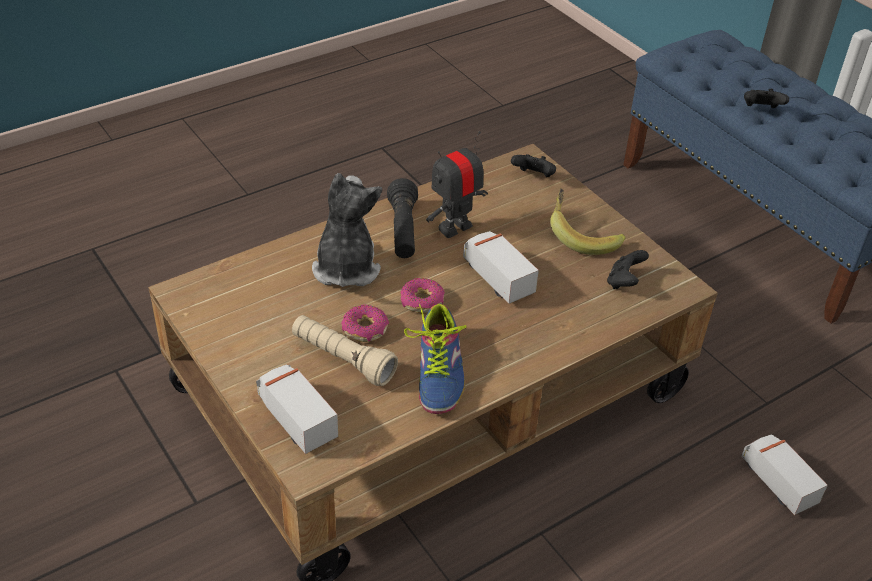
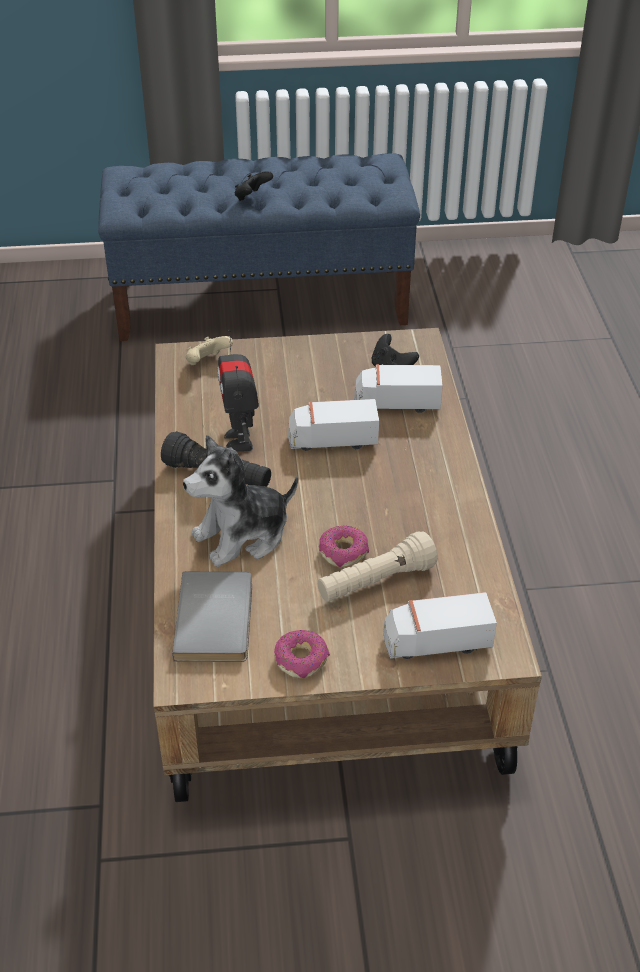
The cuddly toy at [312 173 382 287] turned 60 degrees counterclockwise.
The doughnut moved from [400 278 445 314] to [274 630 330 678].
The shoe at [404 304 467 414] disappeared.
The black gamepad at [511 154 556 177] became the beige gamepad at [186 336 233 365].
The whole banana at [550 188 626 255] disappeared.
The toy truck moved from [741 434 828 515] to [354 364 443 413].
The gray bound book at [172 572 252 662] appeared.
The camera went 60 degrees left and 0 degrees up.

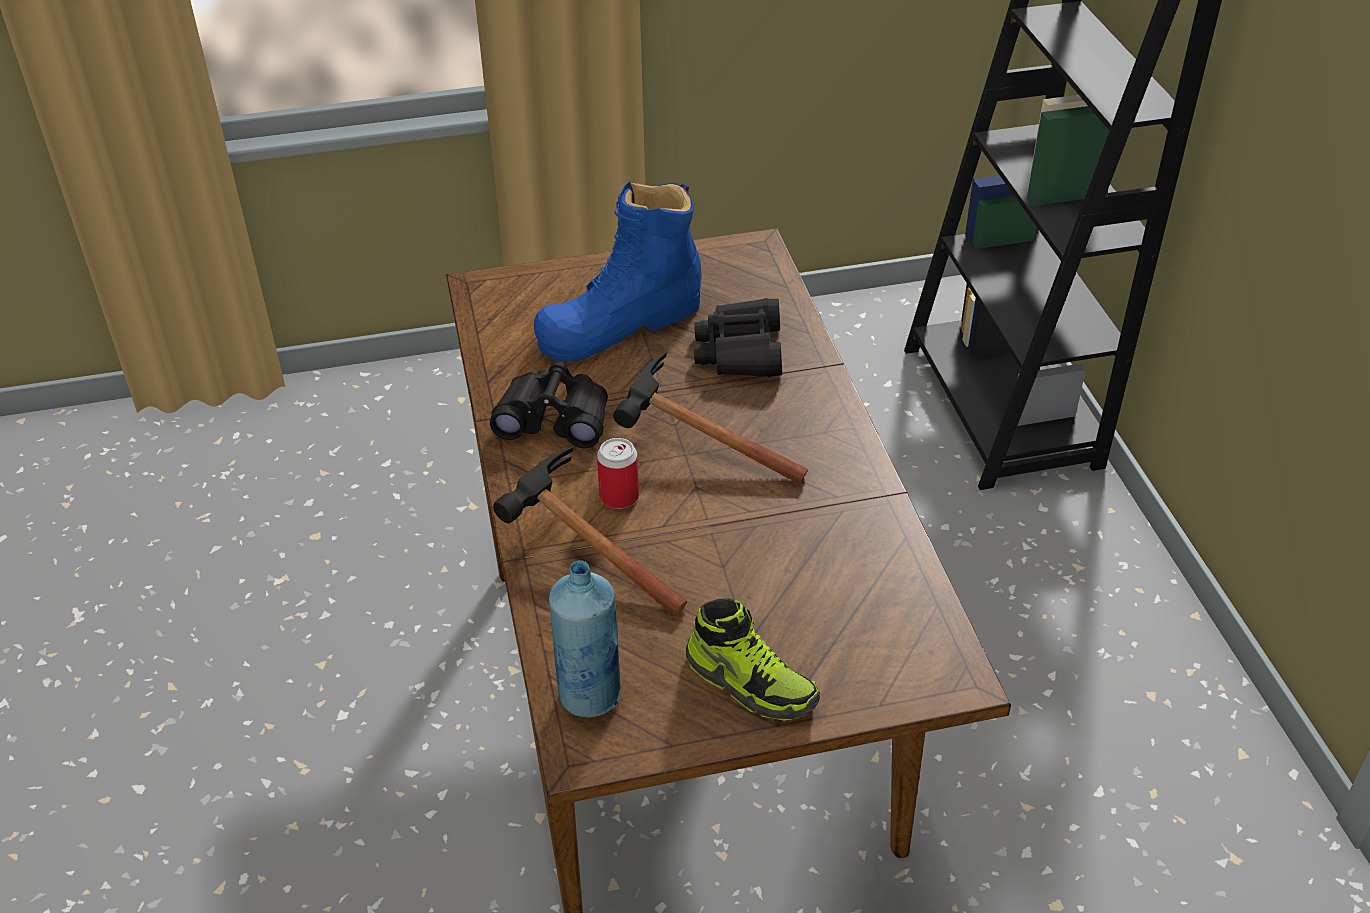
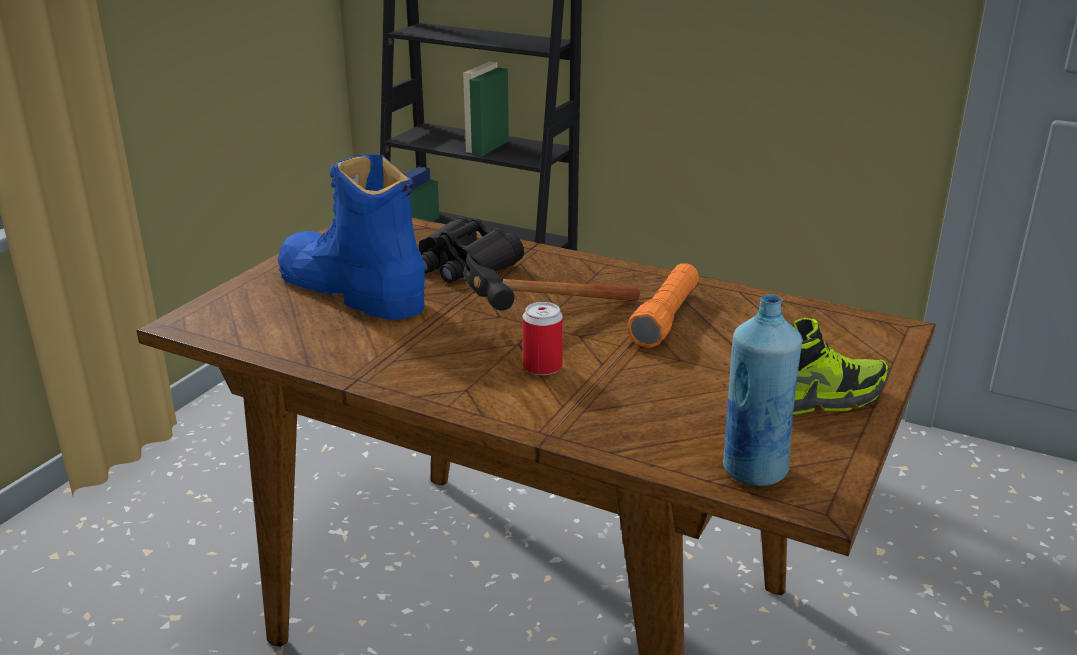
The black field glasses at [490 362 608 448] disappeared.
The tool hammer at [493 447 687 616] disappeared.
The blue boot at [534 181 702 362] turned 120 degrees clockwise.
The orange flashlight at [627 263 699 348] appeared.
The camera went 50 degrees left and 15 degrees down.

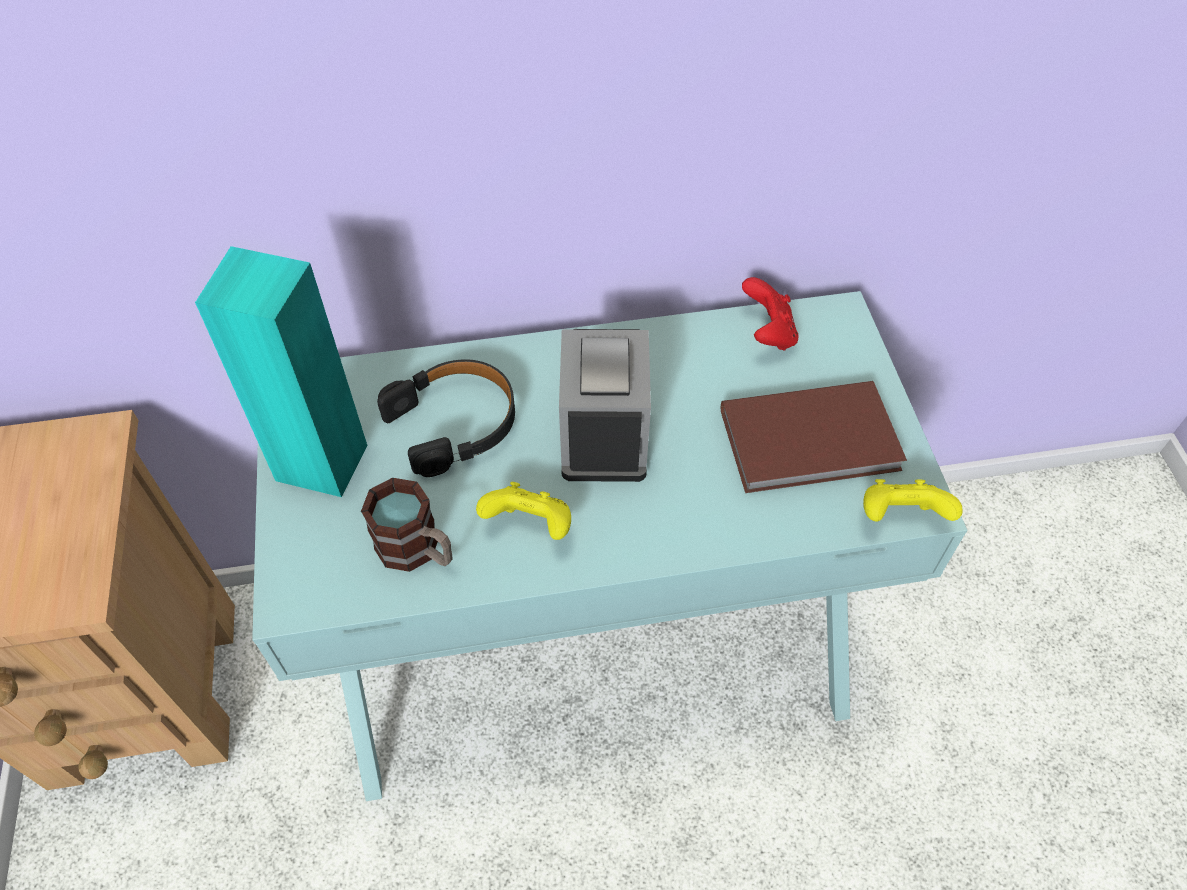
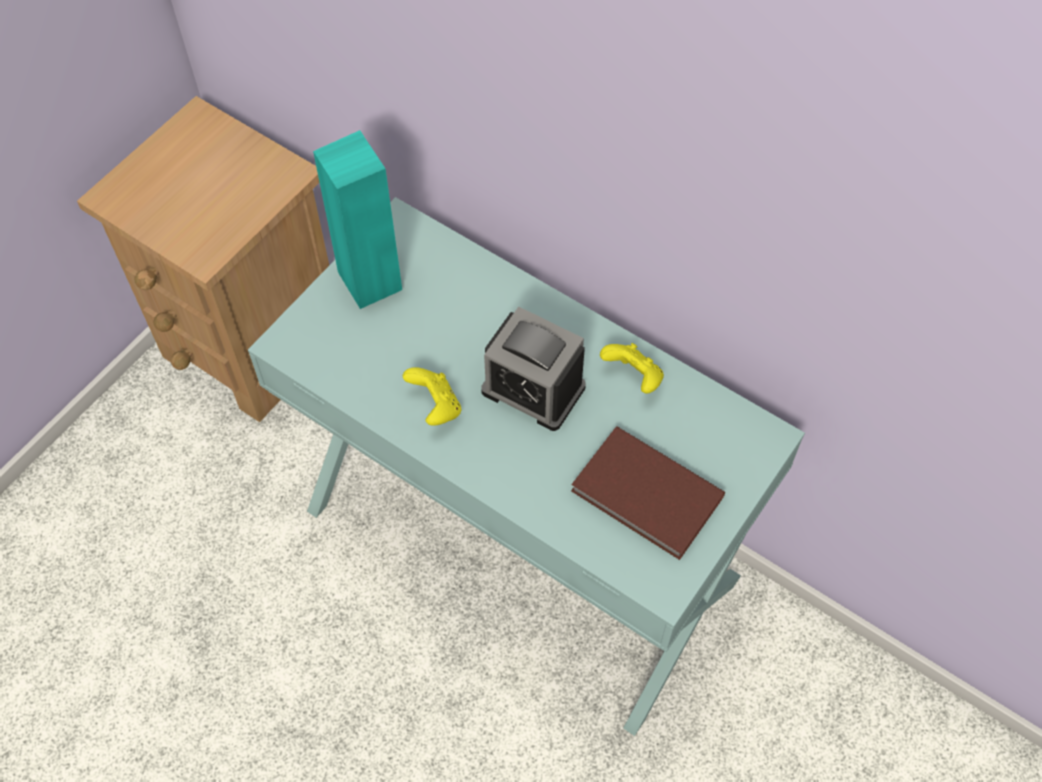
The mug at [361 478 453 572] disappeared.
The black headset at [377 360 515 477] disappeared.
The bedside clock at [559 329 651 482] turned 105 degrees counterclockwise.
The red-coloured gamepad at [742 277 798 351] disappeared.
The yellow gamepad moved from [863 479 963 522] to [600 343 664 394].
The camera went 45 degrees right and 5 degrees up.

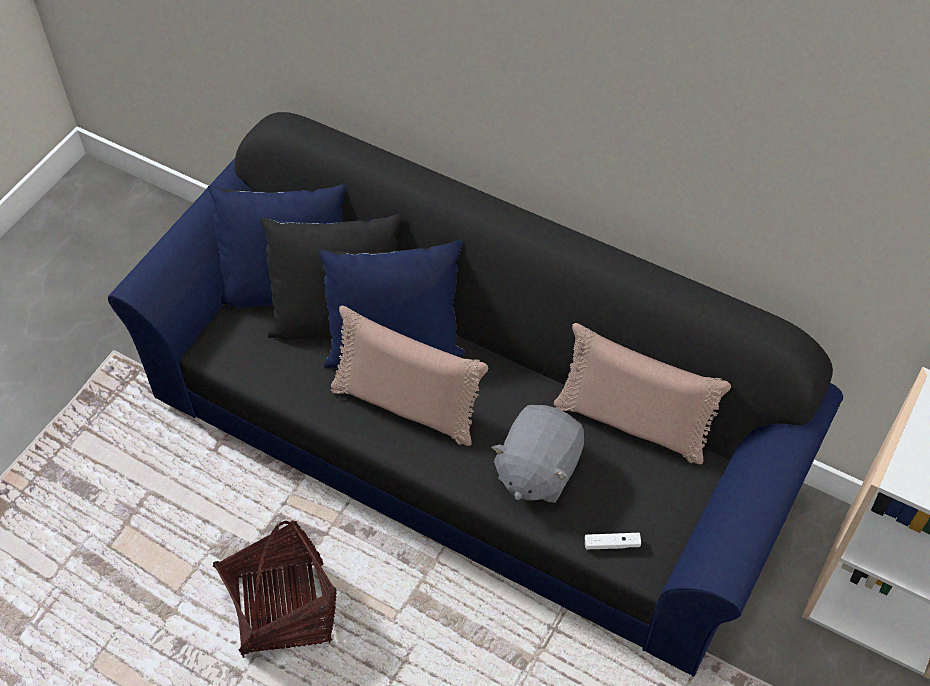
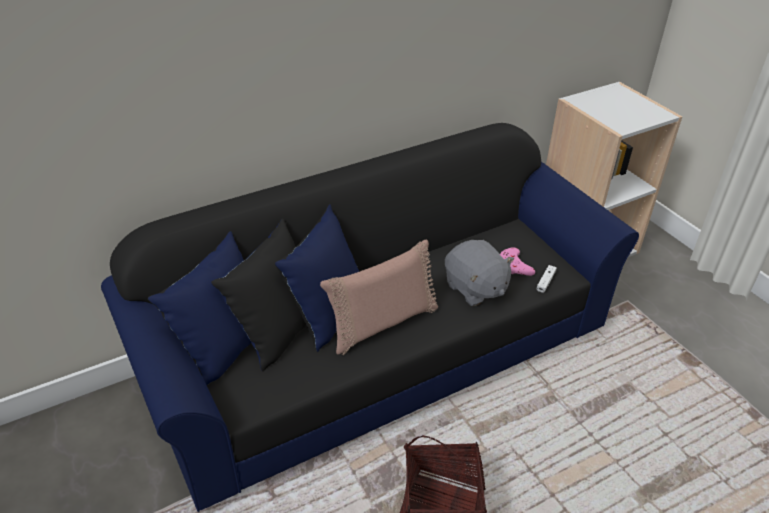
The beige cushion at [554 323 731 464] disappeared.
The pinkish gamepad at [500 247 535 276] appeared.
The camera went 60 degrees left and 15 degrees down.

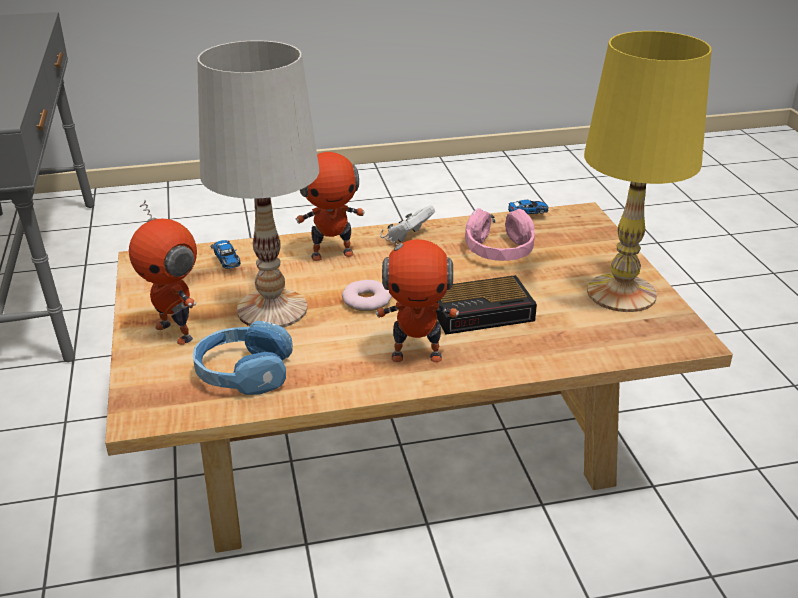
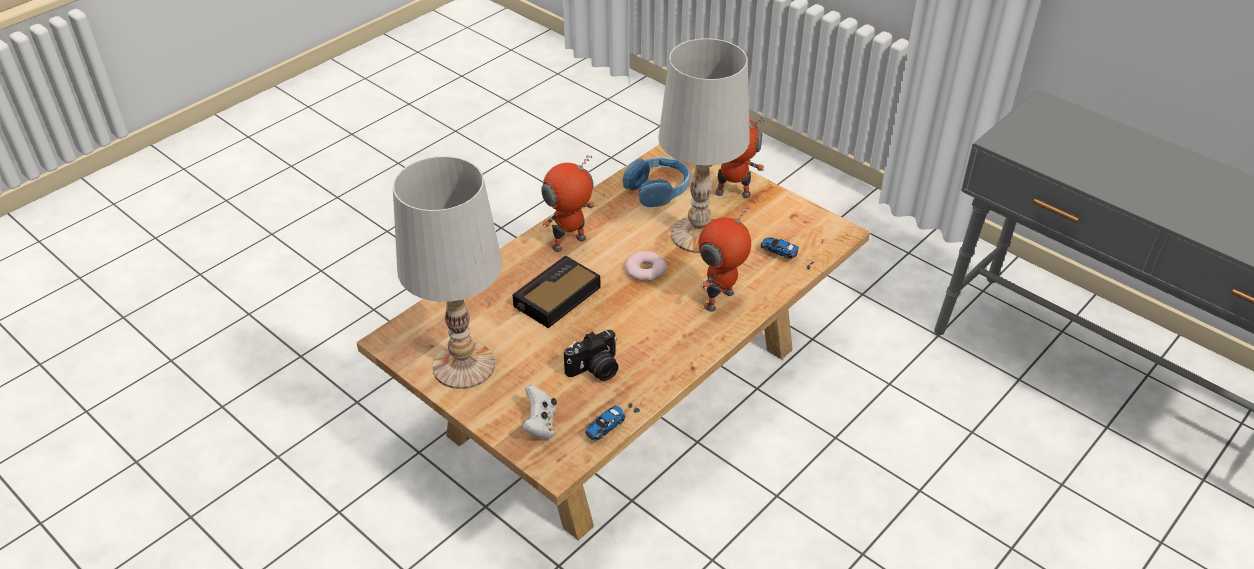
The whitish gamepad moved from [387 205 435 242] to [521 385 557 439].
The pinkish headset at [465 208 535 261] was replaced by the still camera at [564 330 618 381].
The yellow table lamp at [584 31 712 312] became the whitish table lamp at [393 156 502 389].
The camera went 145 degrees right and 10 degrees up.

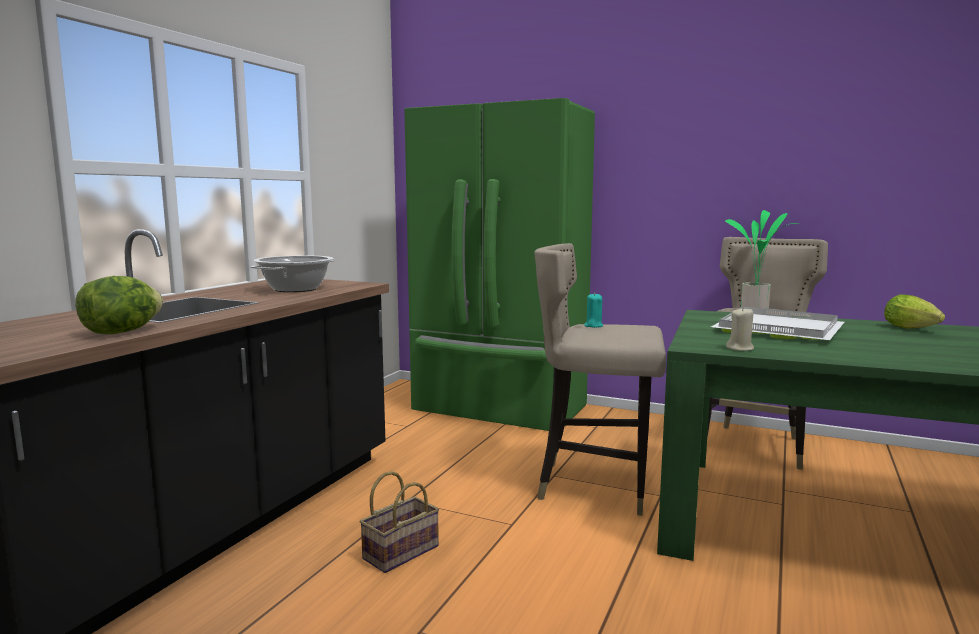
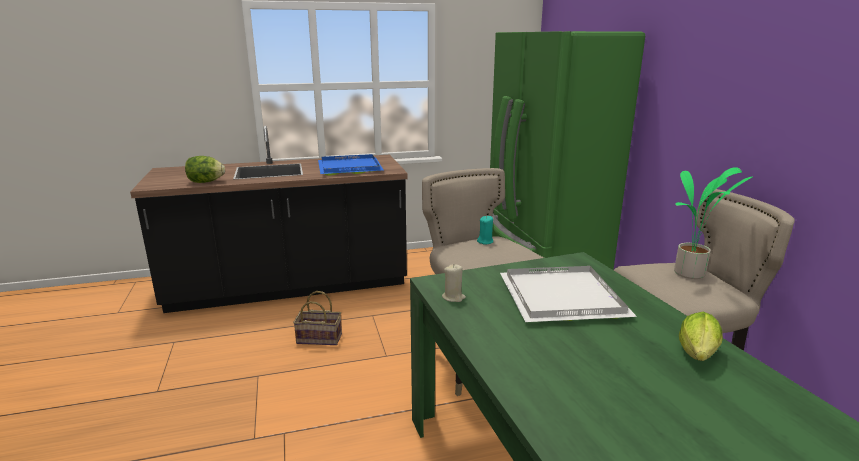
The saucepot at [251 255 334 292] was replaced by the blue serving tray at [318 154 384 176].
The camera went 50 degrees right and 10 degrees up.

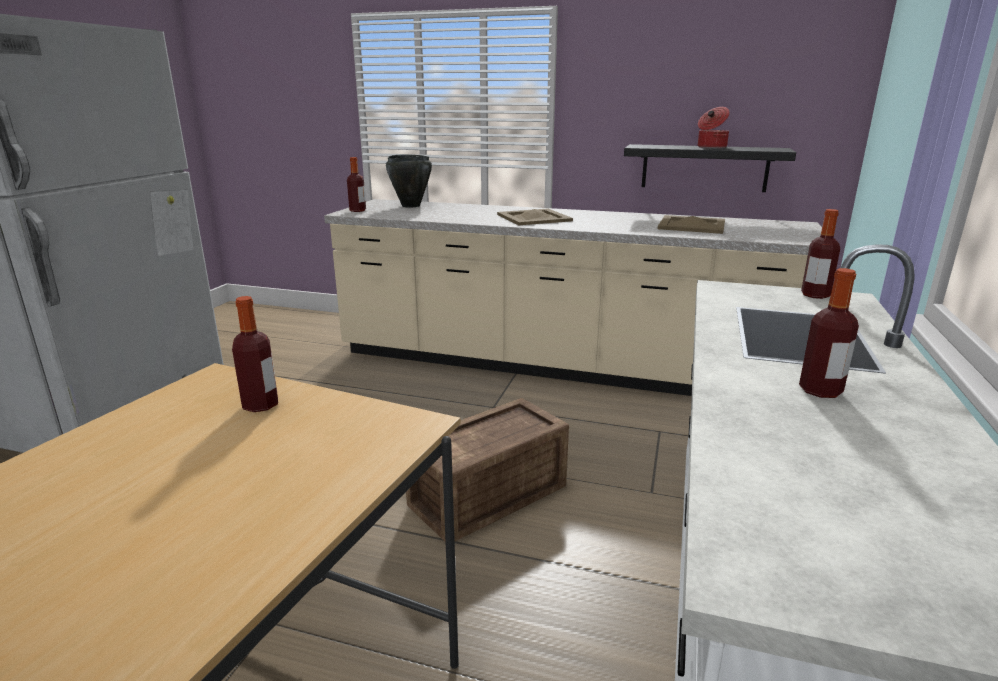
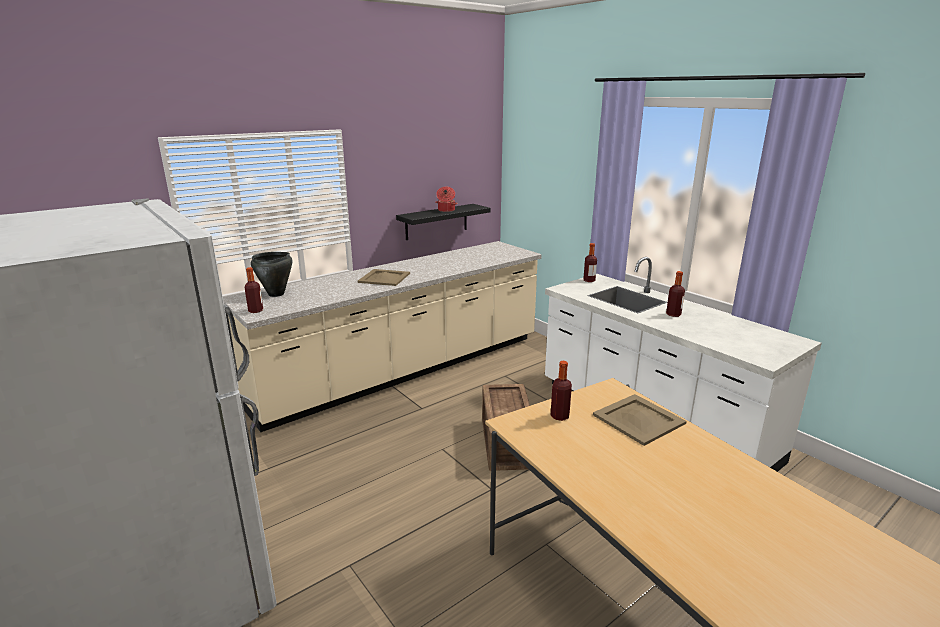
The beige serving tray moved from [658 215 725 234] to [593 394 687 446].
The camera went 55 degrees left and 0 degrees up.

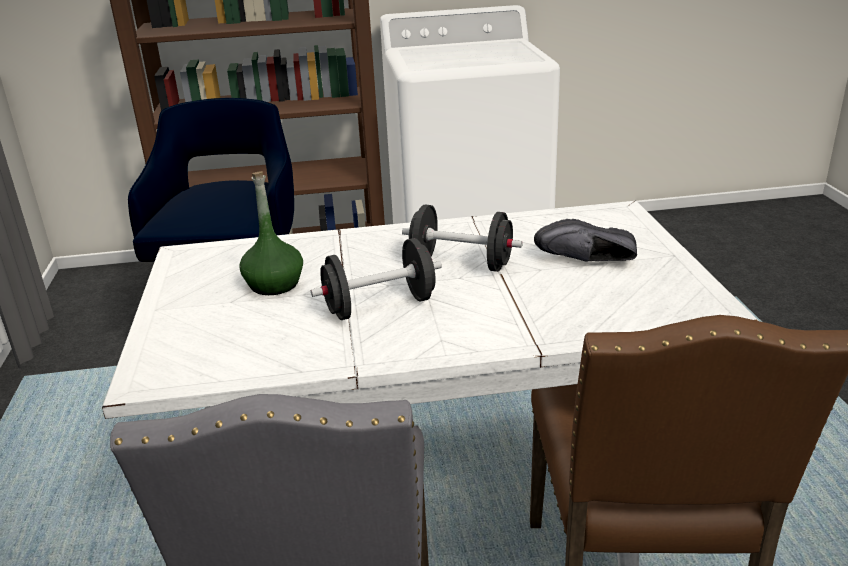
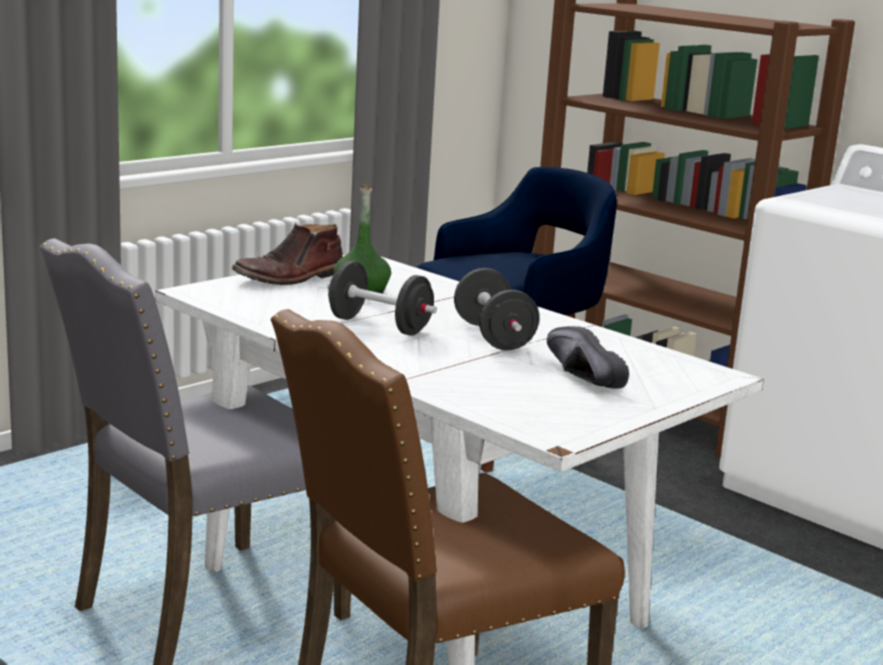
The brown-coloured boot at [232 223 343 285] appeared.
The camera went 50 degrees right and 10 degrees down.

